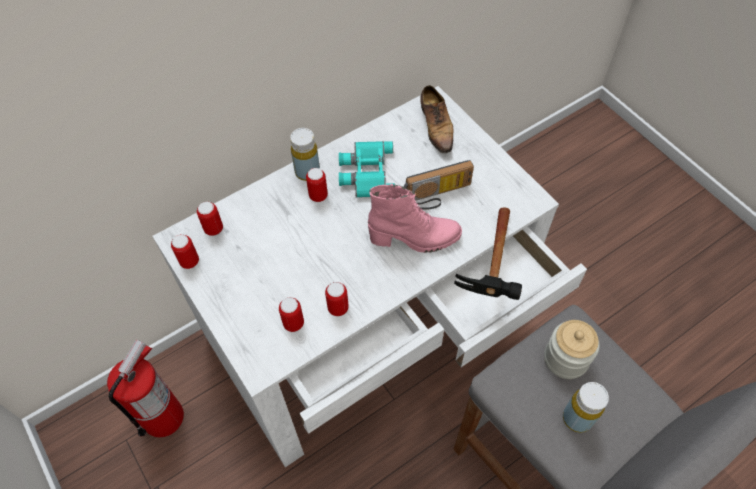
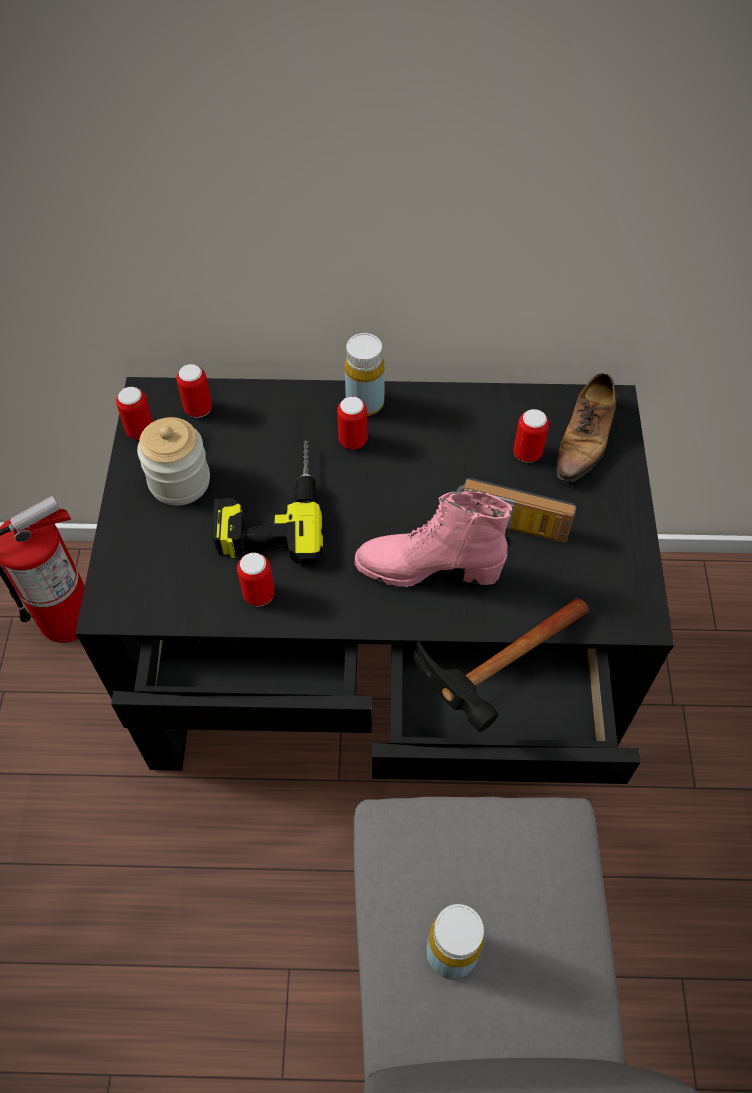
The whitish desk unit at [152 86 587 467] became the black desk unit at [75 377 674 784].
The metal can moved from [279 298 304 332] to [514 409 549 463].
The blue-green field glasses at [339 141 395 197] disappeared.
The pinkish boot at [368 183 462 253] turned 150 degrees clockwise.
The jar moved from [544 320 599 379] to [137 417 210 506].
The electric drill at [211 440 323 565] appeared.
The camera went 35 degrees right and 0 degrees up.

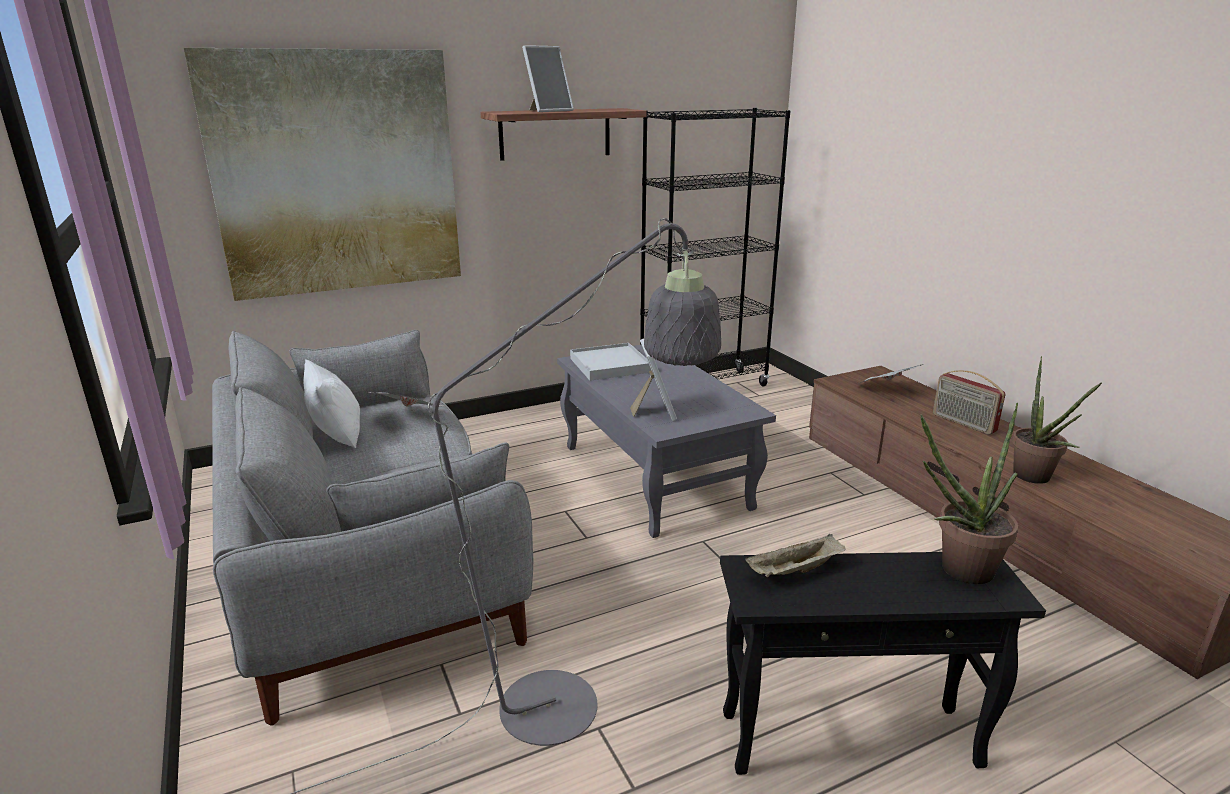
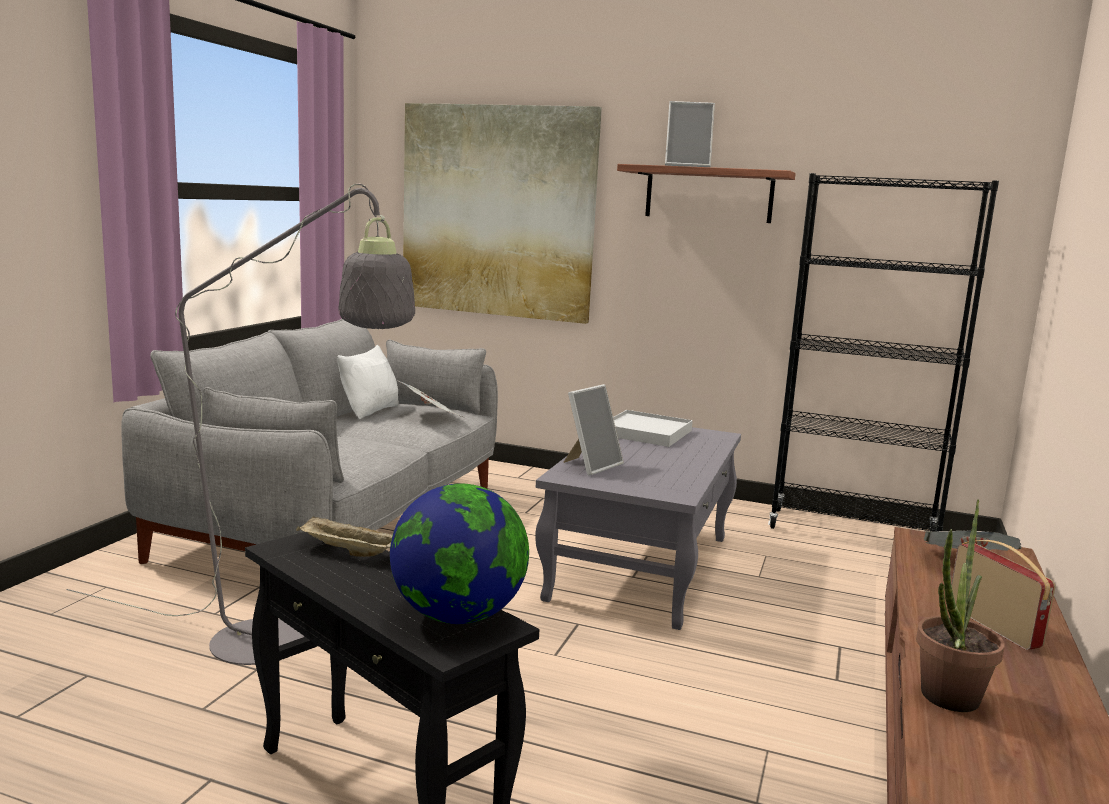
The potted plant at [921 403 1018 584] was replaced by the world globe at [390 483 529 624].
The radio receiver at [933 370 1006 435] turned 150 degrees clockwise.
The camera went 45 degrees right and 10 degrees down.

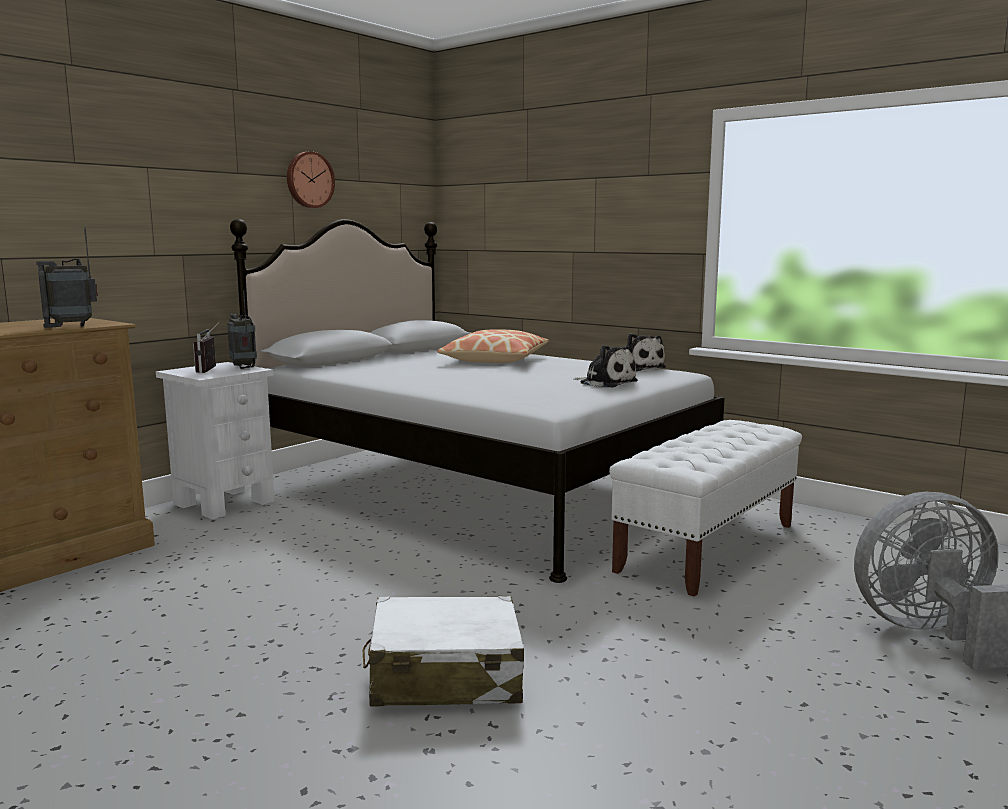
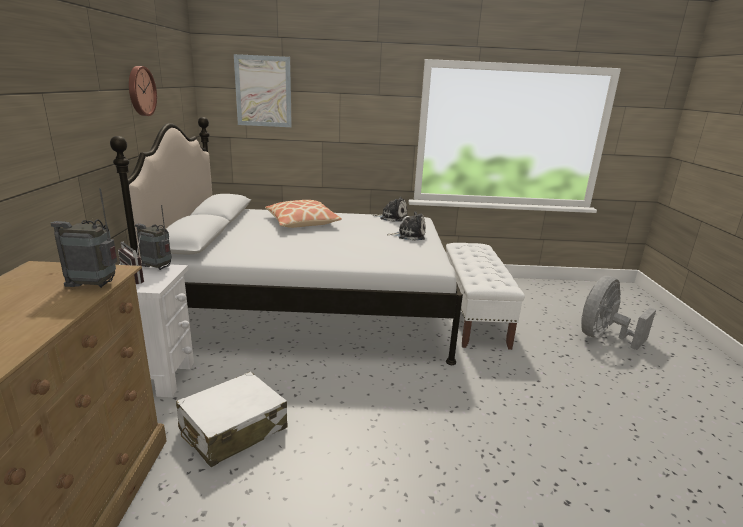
The radio receiver at [36 227 98 328] turned 75 degrees clockwise.
The whitish suitcase moved from [363 596 524 707] to [176 372 288 467].
The wall art at [234 54 292 127] appeared.
The camera went 40 degrees left and 10 degrees up.

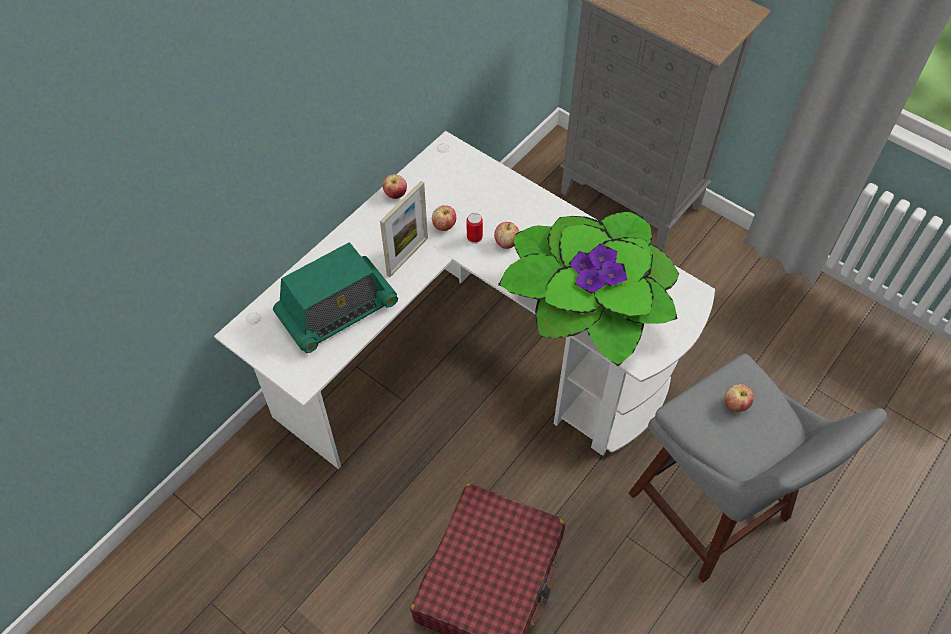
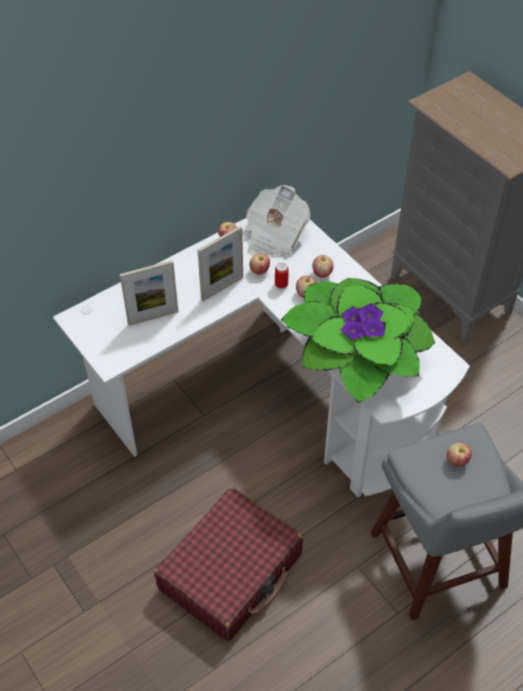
The radio receiver at [273 242 398 353] was replaced by the photo frame at [120 260 178 326].
The daily paper at [245 185 310 255] appeared.
The apple fruit at [312 255 334 278] appeared.
The camera went 15 degrees right and 5 degrees down.

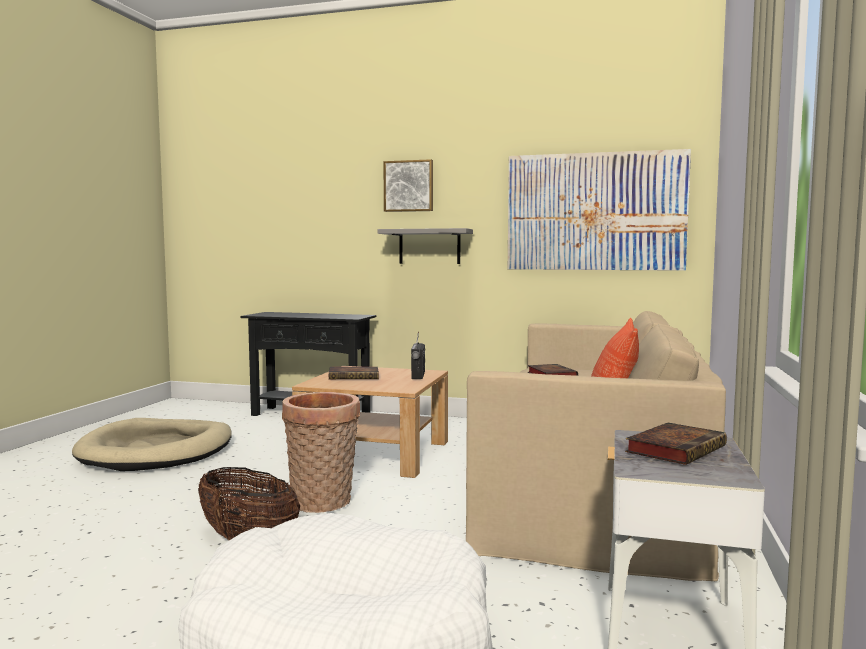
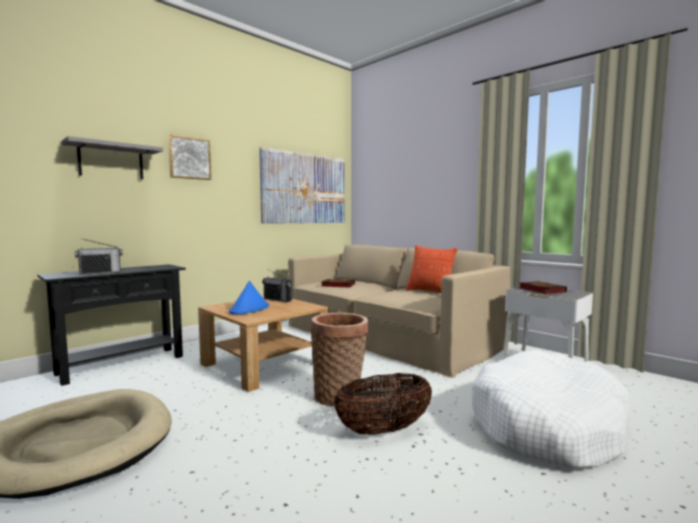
The bound book at [329 367 379 379] was replaced by the blue hat at [229 281 269 314].
The gray bracket shelf moved from [377 228 473 264] to [62 136 163 179].
The radio receiver at [75 238 123 275] appeared.
The camera went 60 degrees left and 0 degrees up.

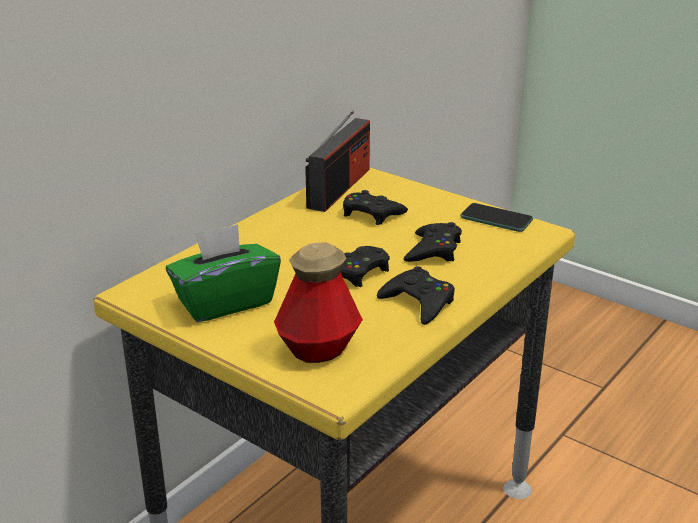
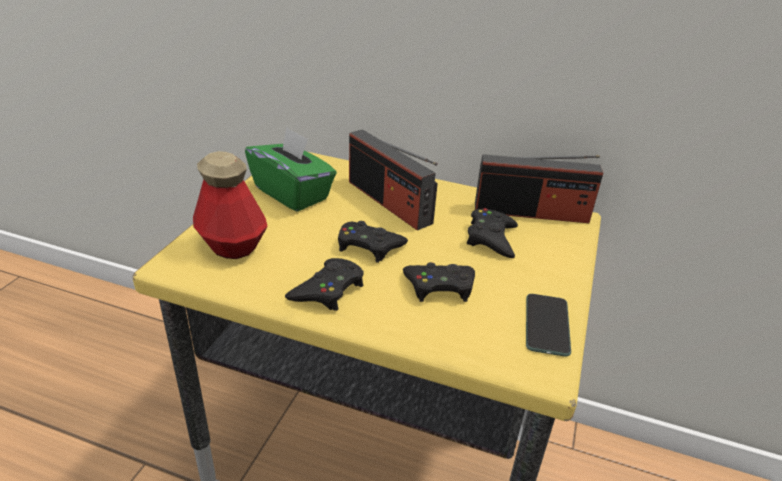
The radio receiver at [349 129 438 230] appeared.
The camera went 70 degrees right and 5 degrees up.

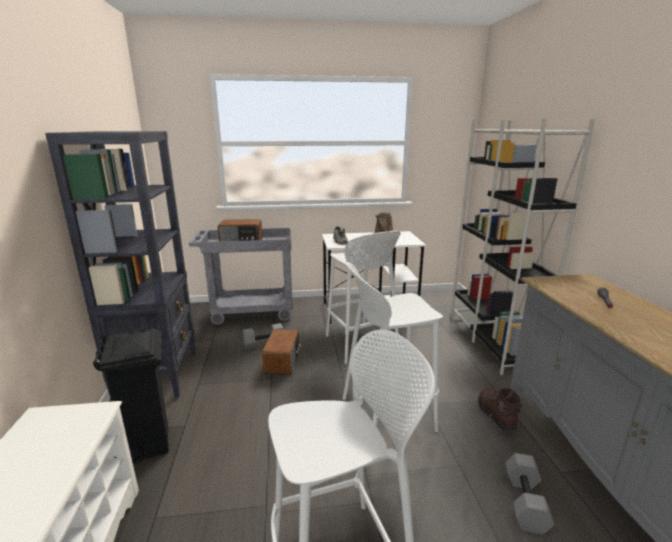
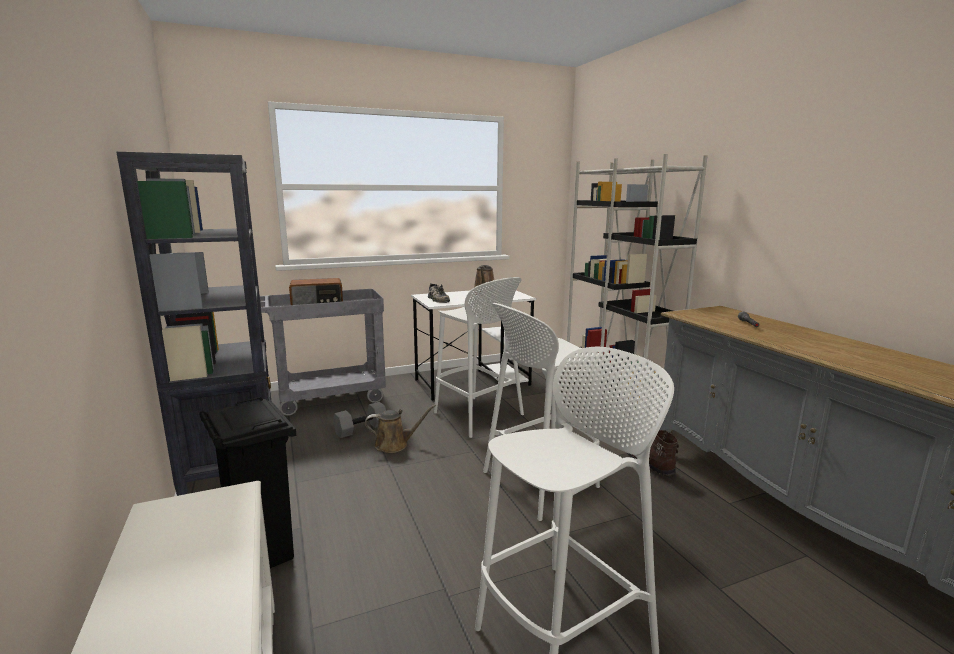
The radio receiver at [262 329 301 375] was replaced by the brown-coloured watering can at [365 404 436 453].
The gray free weight at [505 453 554 535] disappeared.
The camera went 15 degrees left and 5 degrees down.

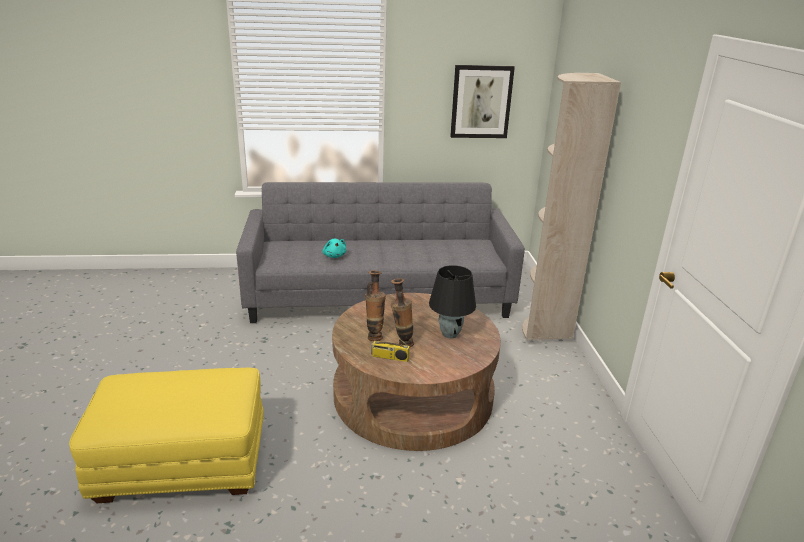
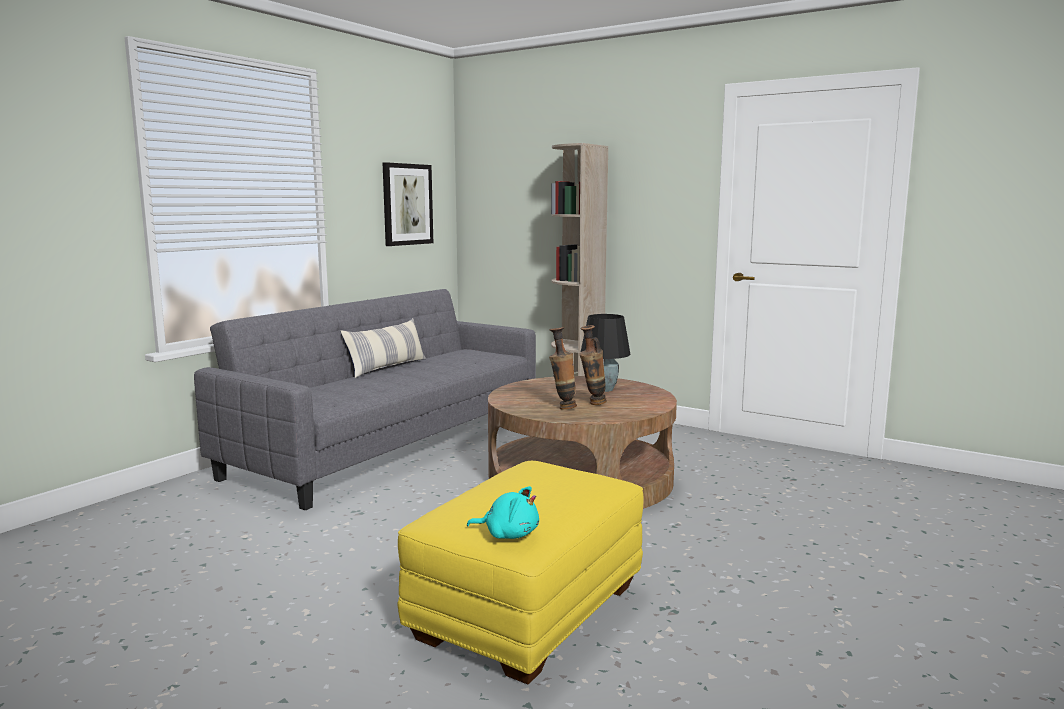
The blue-green cuddly toy moved from [323 239 346 258] to [467 486 539 539].
The radio receiver at [371 323 410 362] disappeared.
The cushion at [340 318 426 378] appeared.
The camera went 50 degrees left and 15 degrees down.

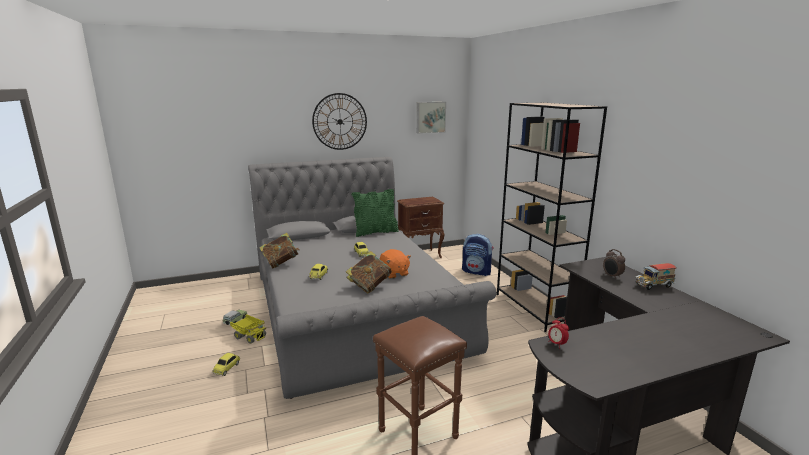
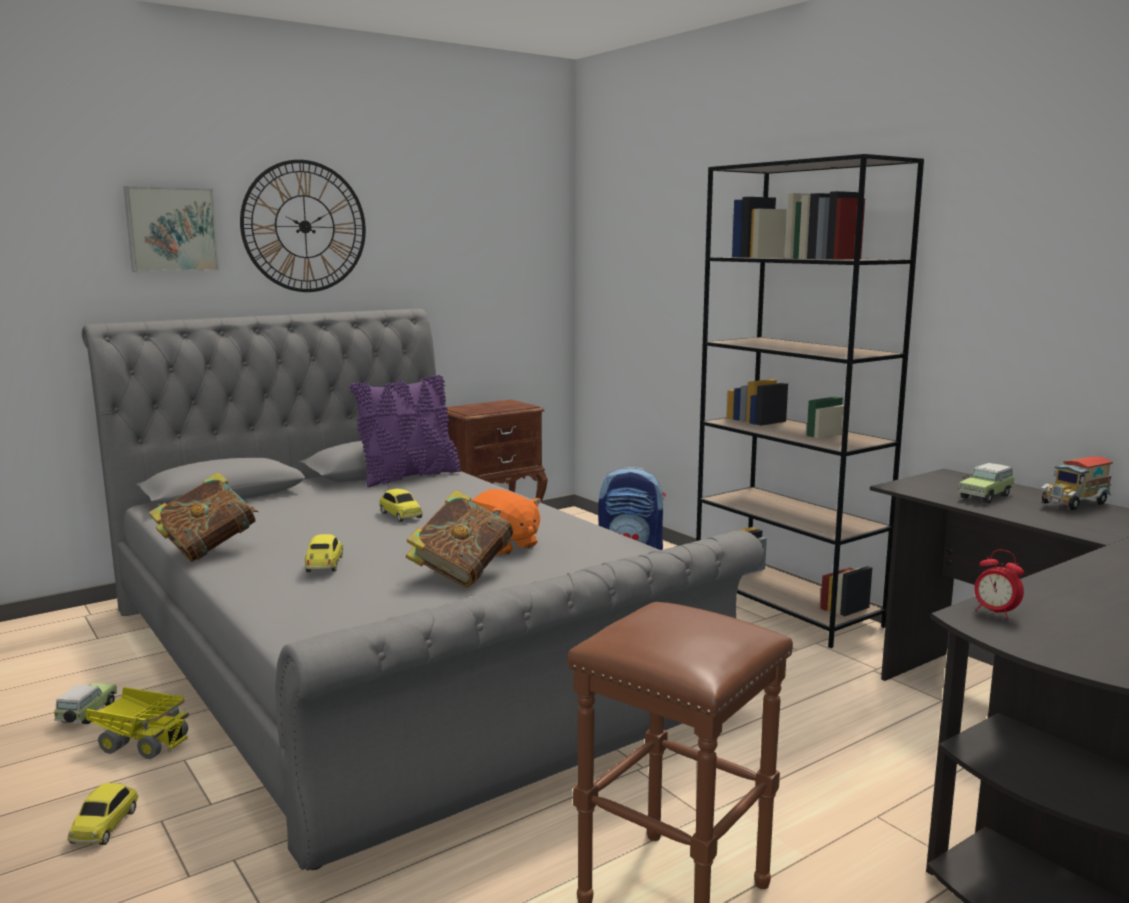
The green-coloured cushion at [351 189 399 237] became the purplish cushion at [350 375 461 487].
The wall art moved from [417 102 446 134] to [124 186 219 272].
The bedside clock at [603 249 625 279] was replaced by the toy car at [959 463 1015 503].
The camera went 15 degrees left and 5 degrees down.

